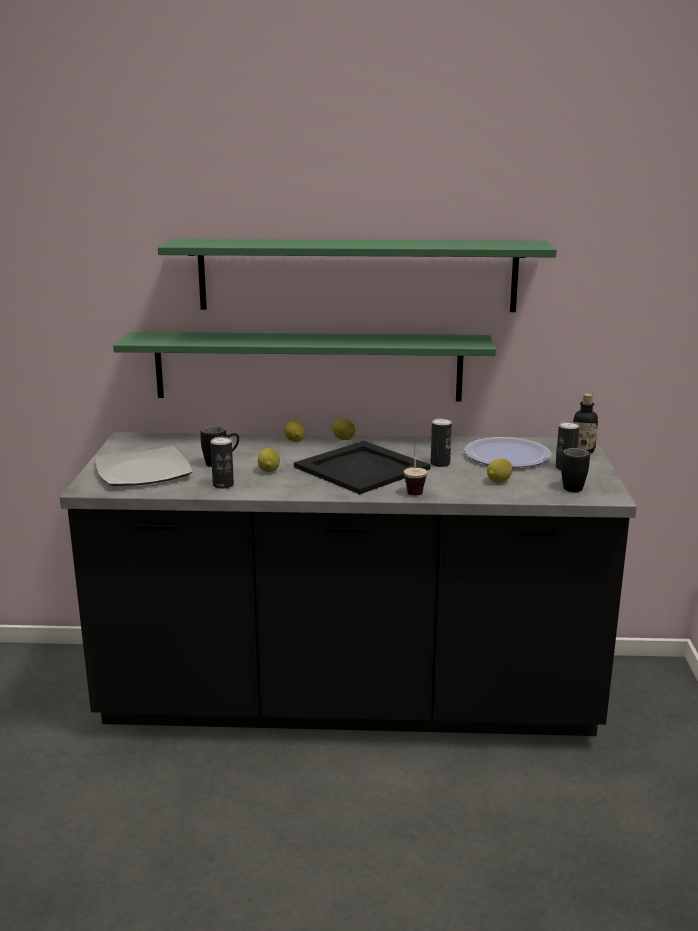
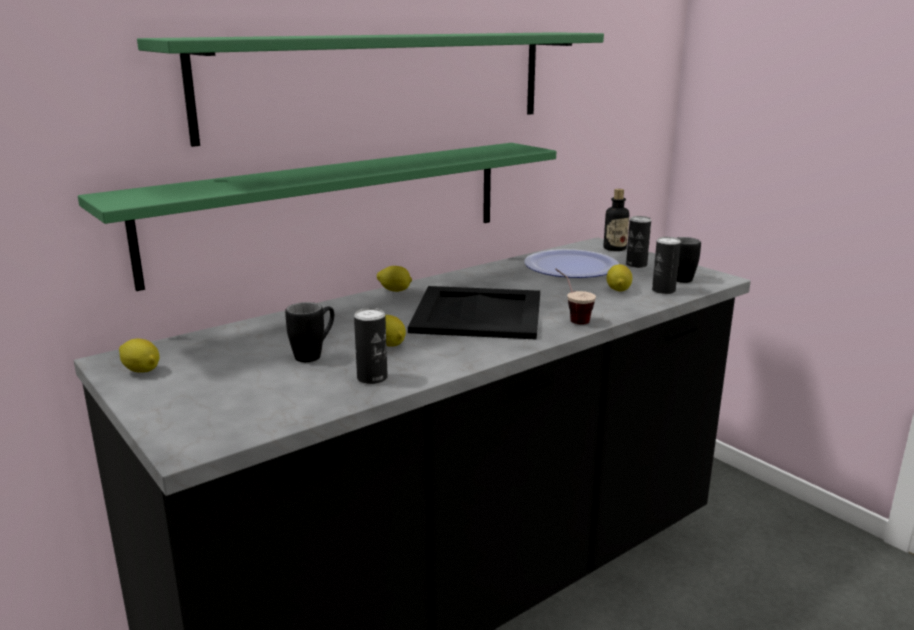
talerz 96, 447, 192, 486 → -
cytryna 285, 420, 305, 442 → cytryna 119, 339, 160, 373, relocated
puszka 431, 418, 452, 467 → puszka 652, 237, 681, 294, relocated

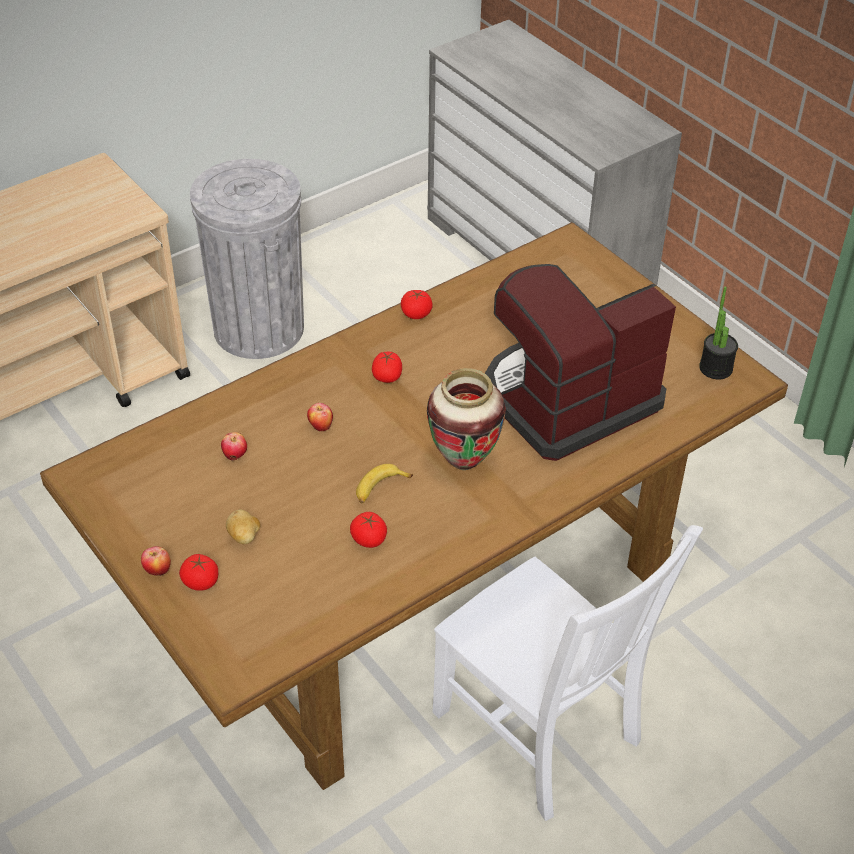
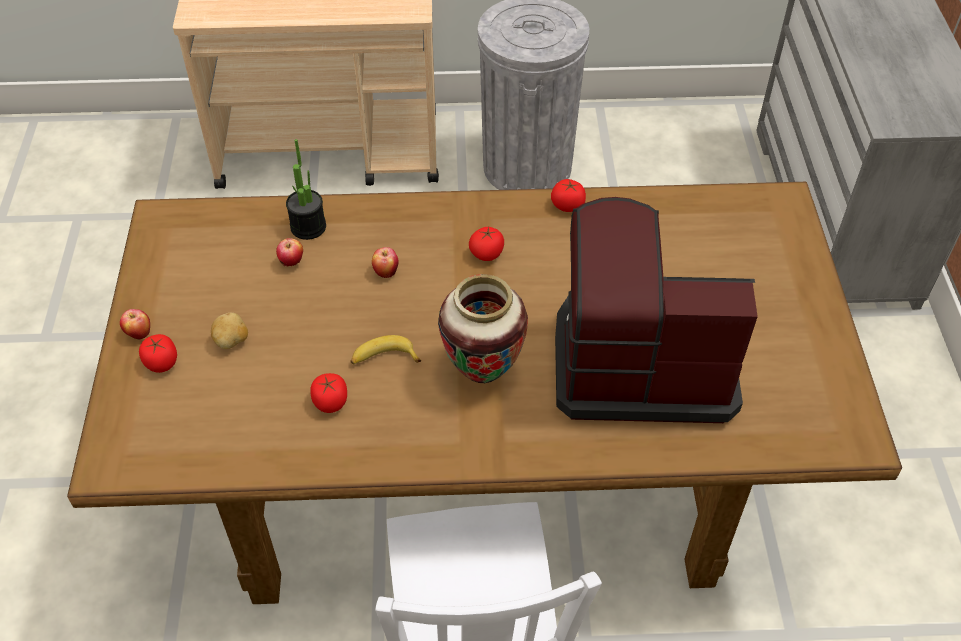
roślina doniczkowa 699, 287, 738, 379 → roślina doniczkowa 286, 139, 326, 240, relocated

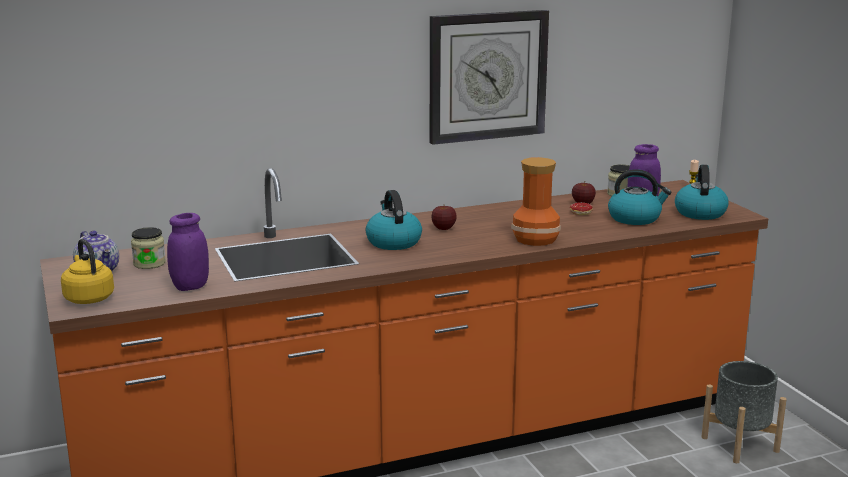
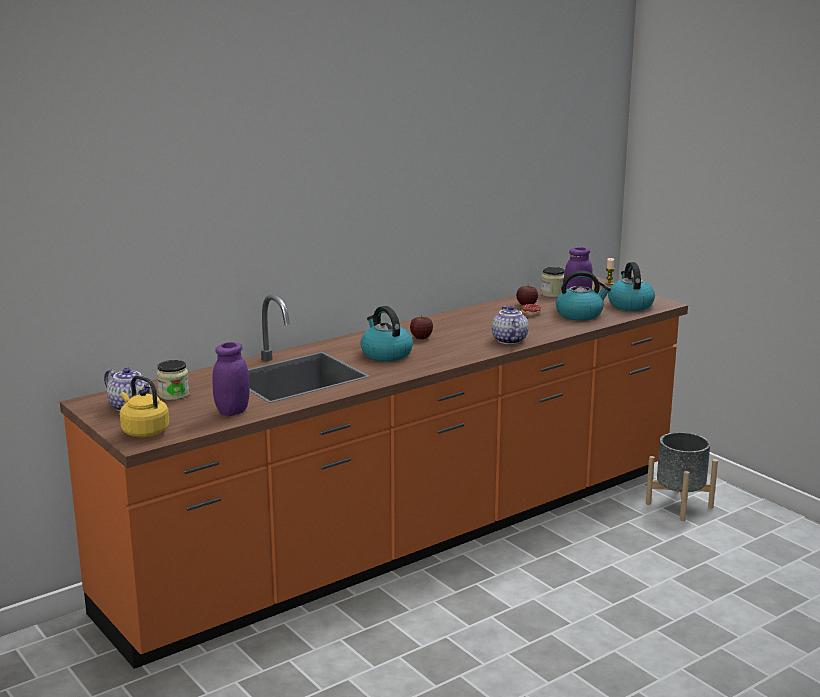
zegar ścienny 430, 10, 549, 145 → -
wazon 511, 157, 561, 246 → imbryk 492, 306, 529, 344

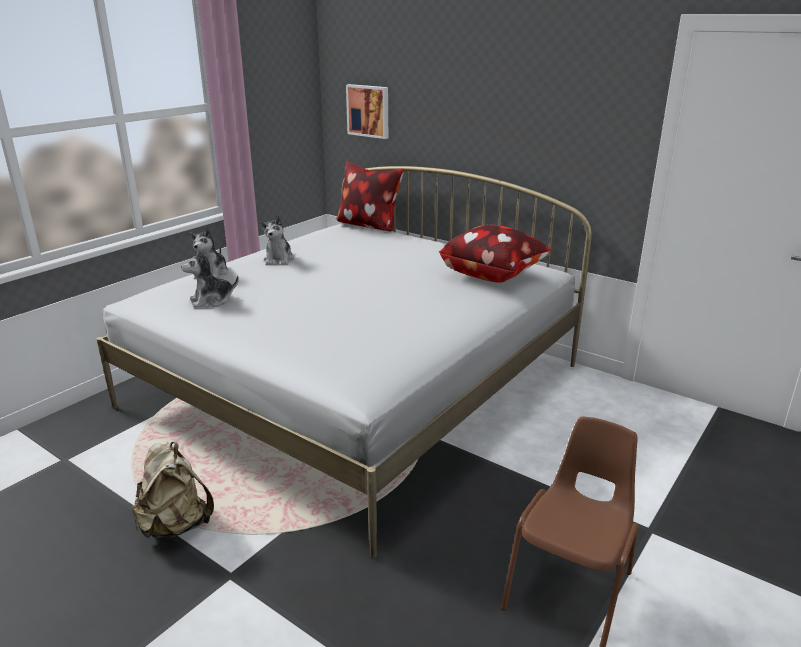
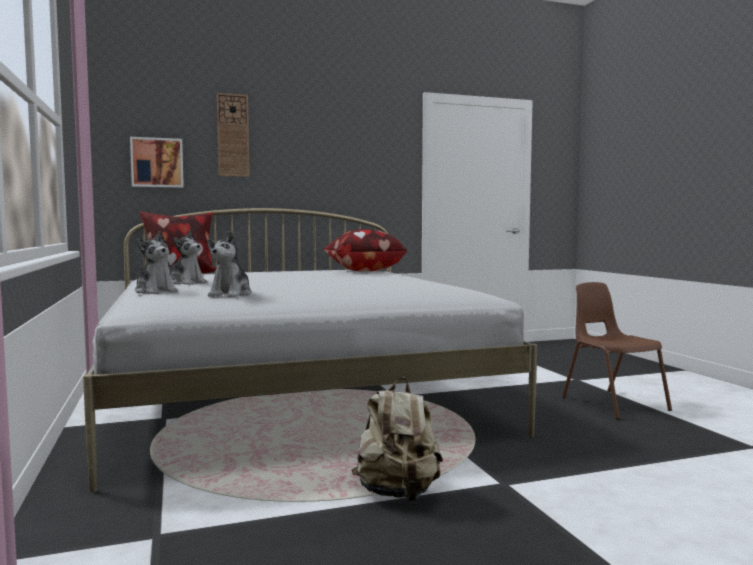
- → zegar ścienny 217, 93, 250, 177

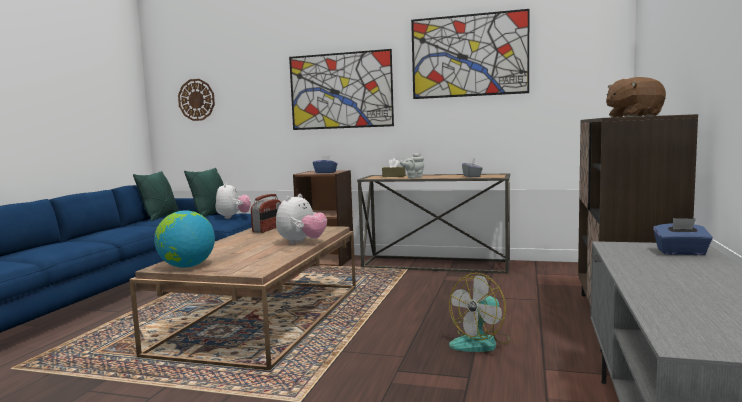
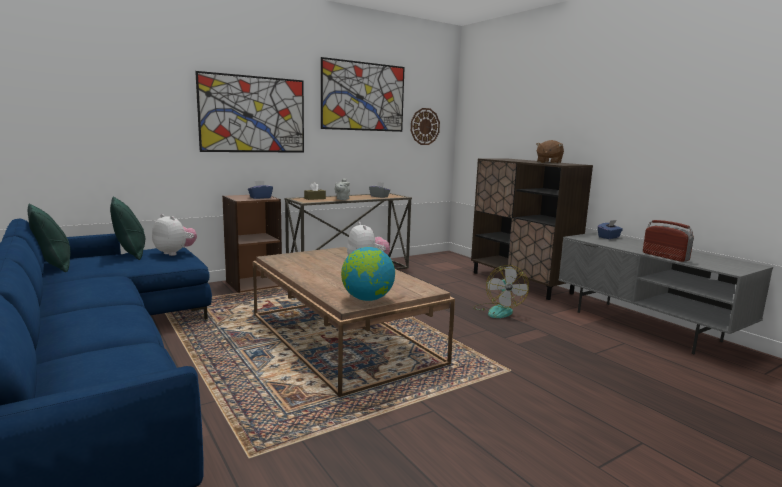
zegar ścienny 178, 79, 215, 121 → zegar ścienny 411, 108, 440, 145, relocated
radio 251, 194, 281, 233 → radio 643, 220, 694, 262, relocated

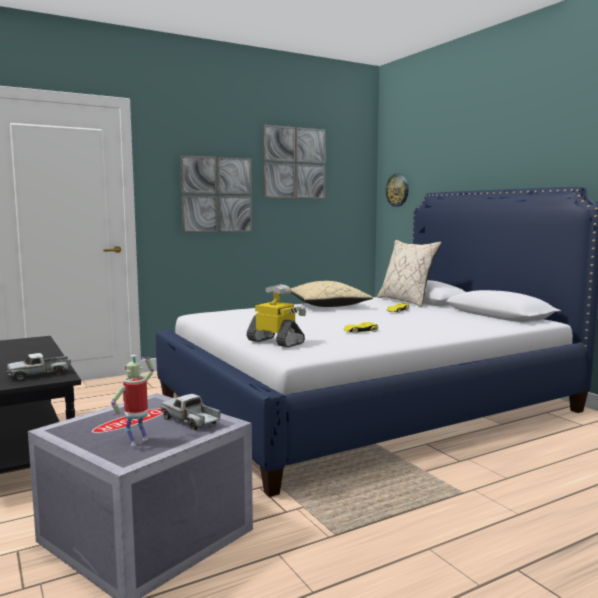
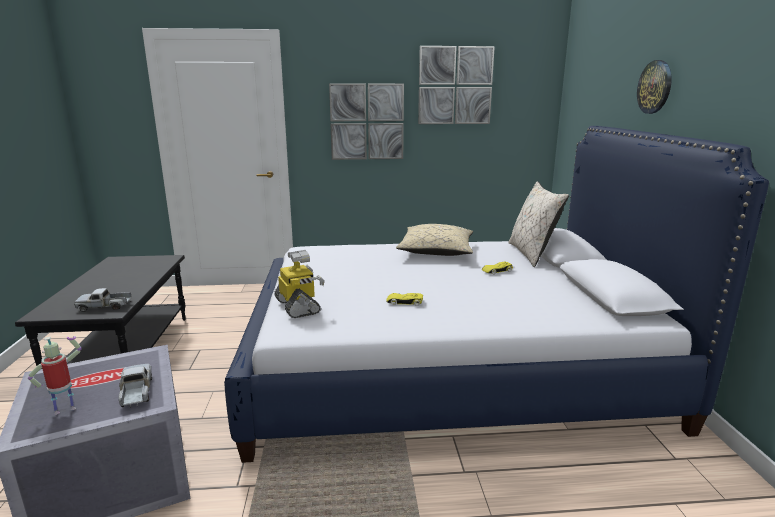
zegar ścienny 386, 174, 409, 207 → zegar ścienny 637, 60, 671, 114, relocated

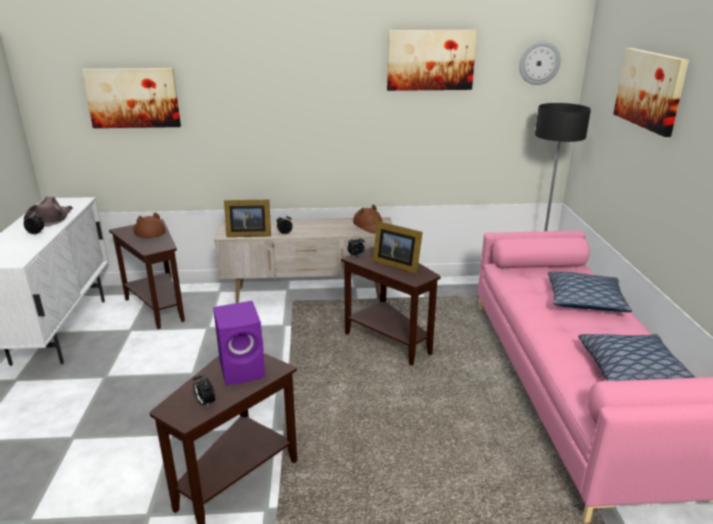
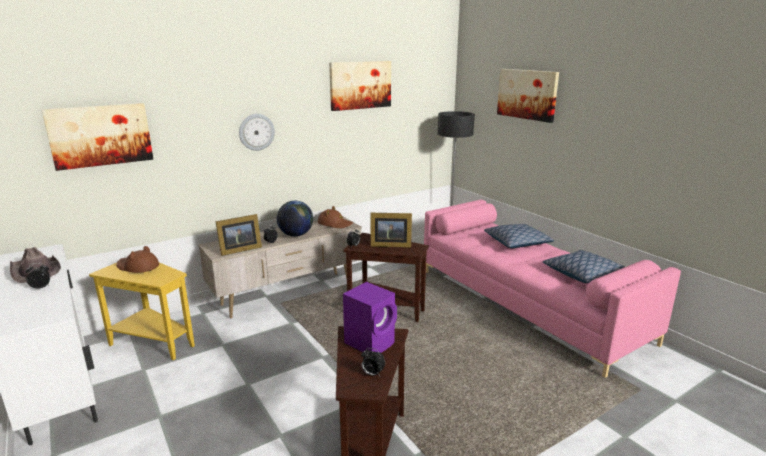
stolik (brązowy) 109, 219, 185, 329 → stolik (żółty) 89, 263, 195, 360
zegar ścienny 519, 41, 561, 85 → zegar ścienny 239, 114, 275, 151, relocated
- → globus 277, 201, 313, 237

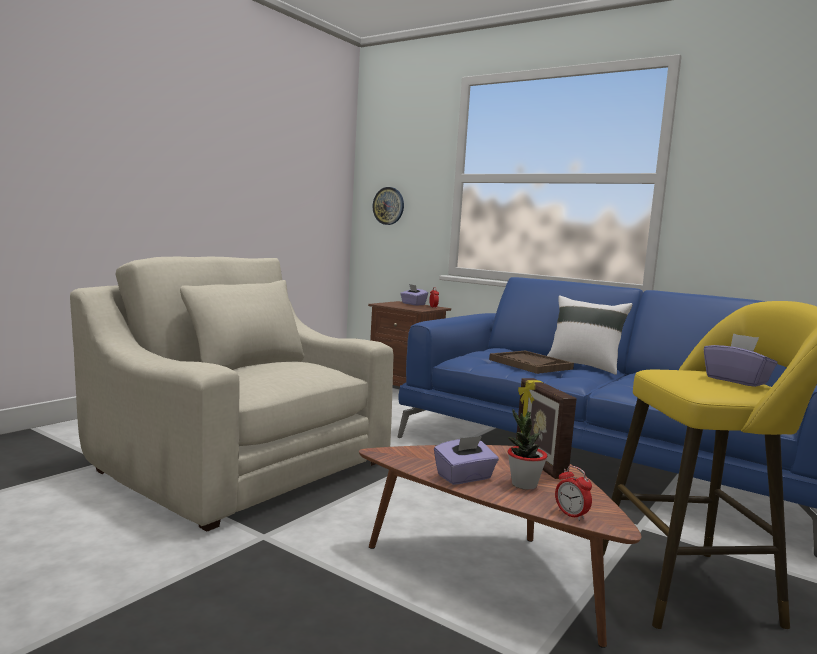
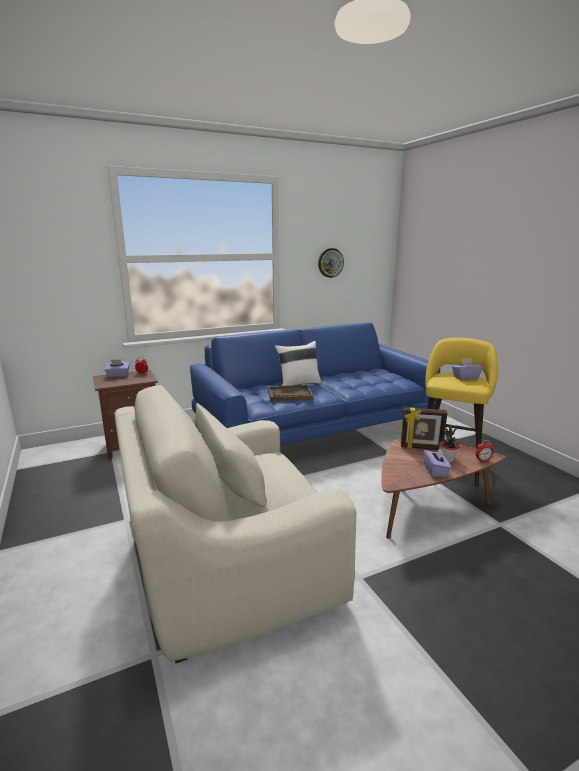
zegar ścienny 373, 187, 404, 225 → zegar ścienny 318, 248, 344, 278, relocated

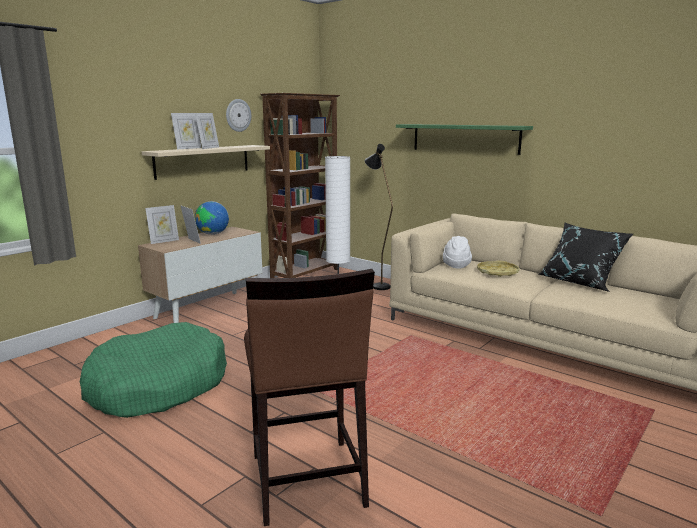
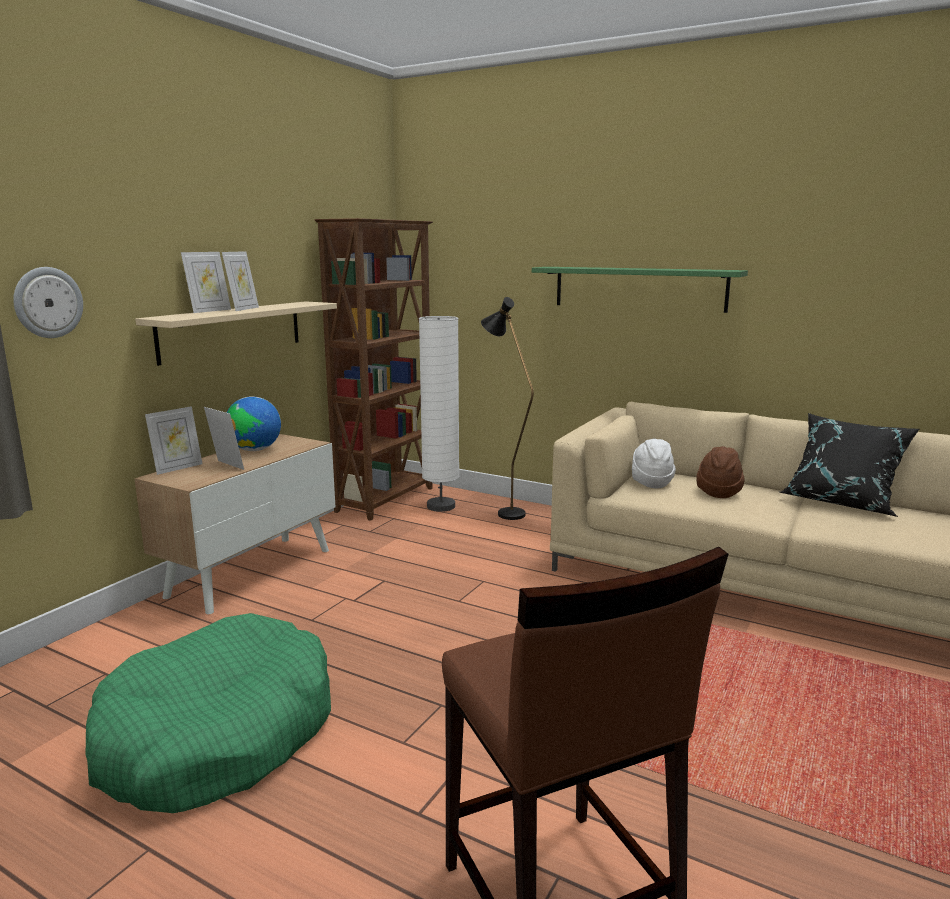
zegar ścienny 226, 99, 251, 132 → zegar ścienny 13, 267, 83, 338, relocated
taca (żółty) 477, 261, 519, 277 → kapelusz (brązowy) 697, 446, 745, 498

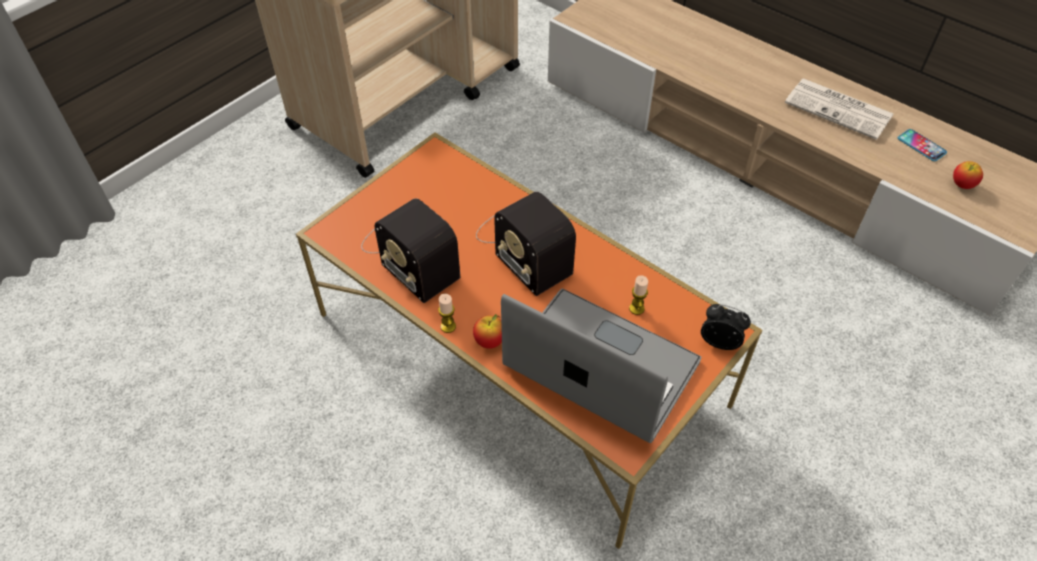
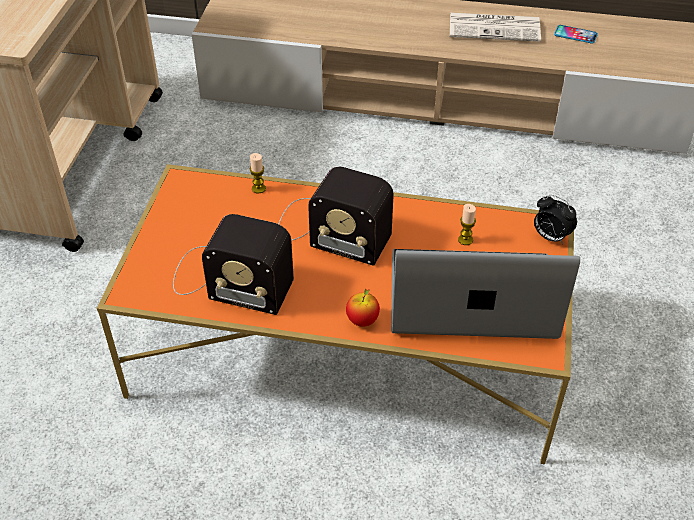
świeca 438, 294, 456, 333 → świeca 250, 153, 266, 194, relocated
budzik 701, 304, 751, 350 → budzik 534, 195, 577, 244, 135 degrees counterclockwise
jabłko 953, 161, 983, 189 → -

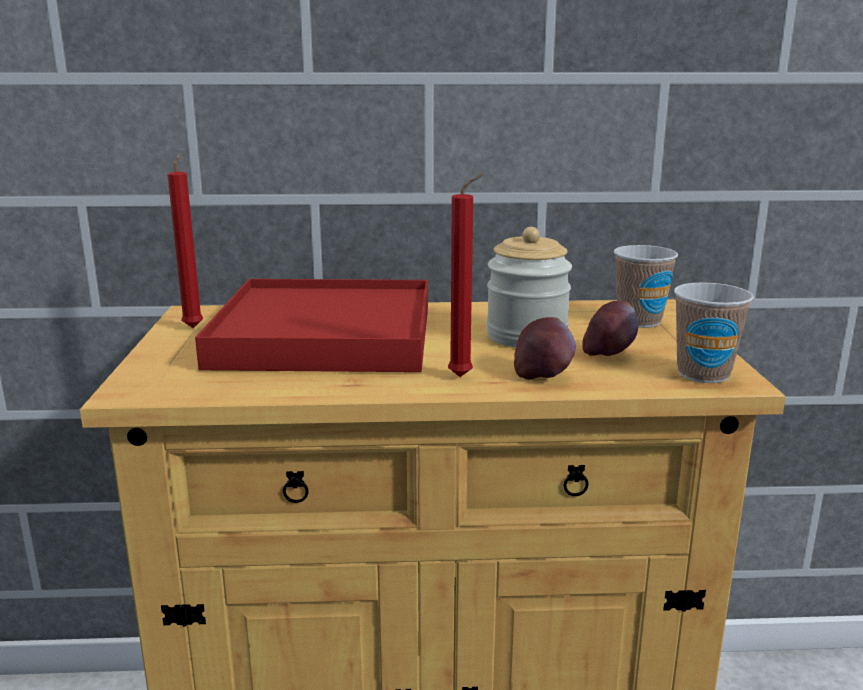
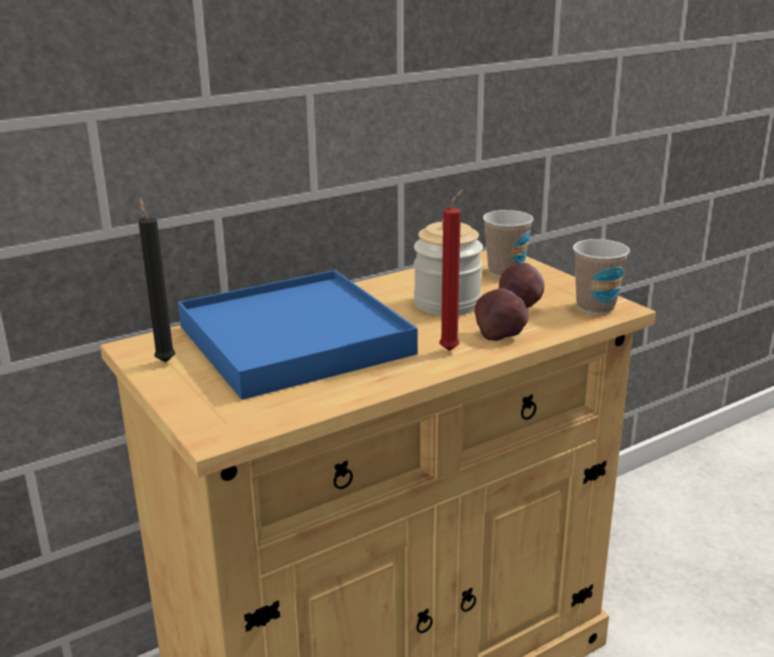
świeca (czerwony) 167, 152, 203, 328 → świeca (czarny) 139, 198, 175, 362
taca (czerwony) 195, 279, 428, 372 → taca (niebieski) 178, 270, 418, 400

